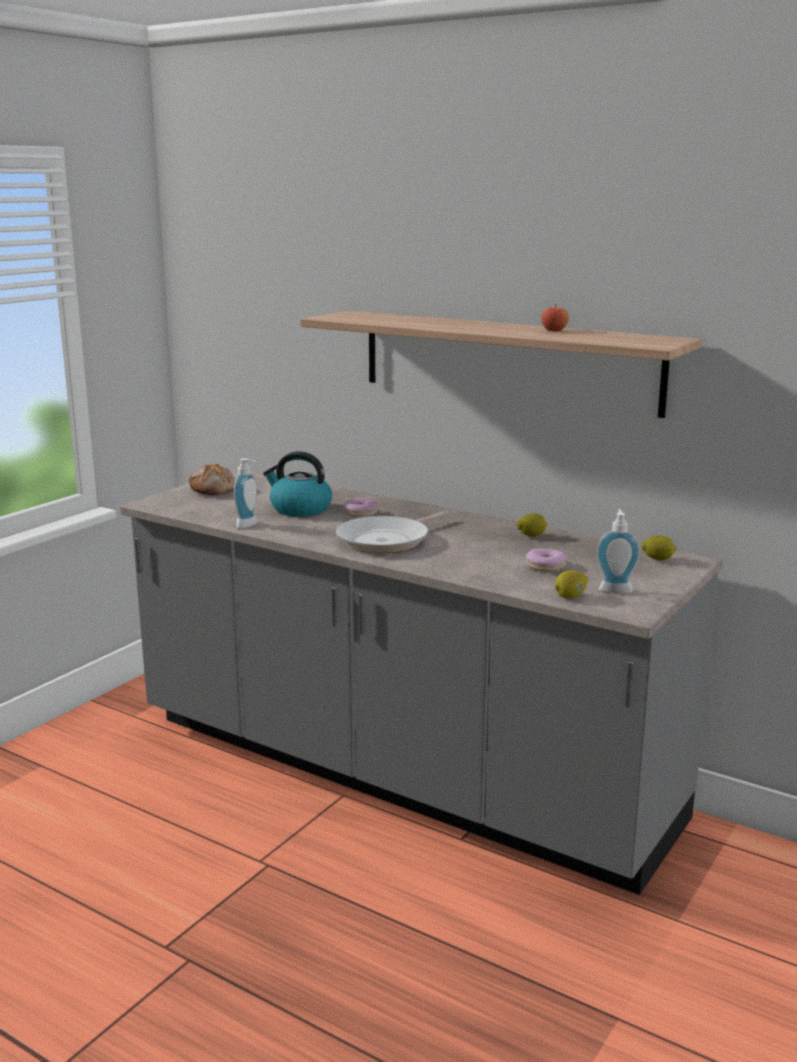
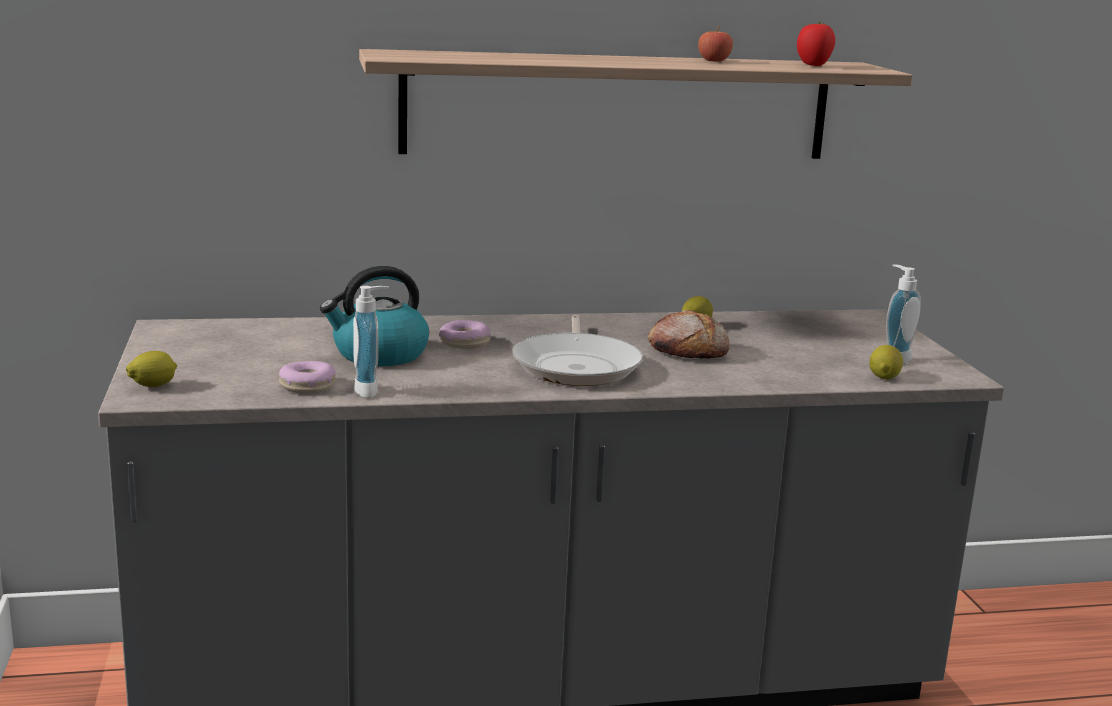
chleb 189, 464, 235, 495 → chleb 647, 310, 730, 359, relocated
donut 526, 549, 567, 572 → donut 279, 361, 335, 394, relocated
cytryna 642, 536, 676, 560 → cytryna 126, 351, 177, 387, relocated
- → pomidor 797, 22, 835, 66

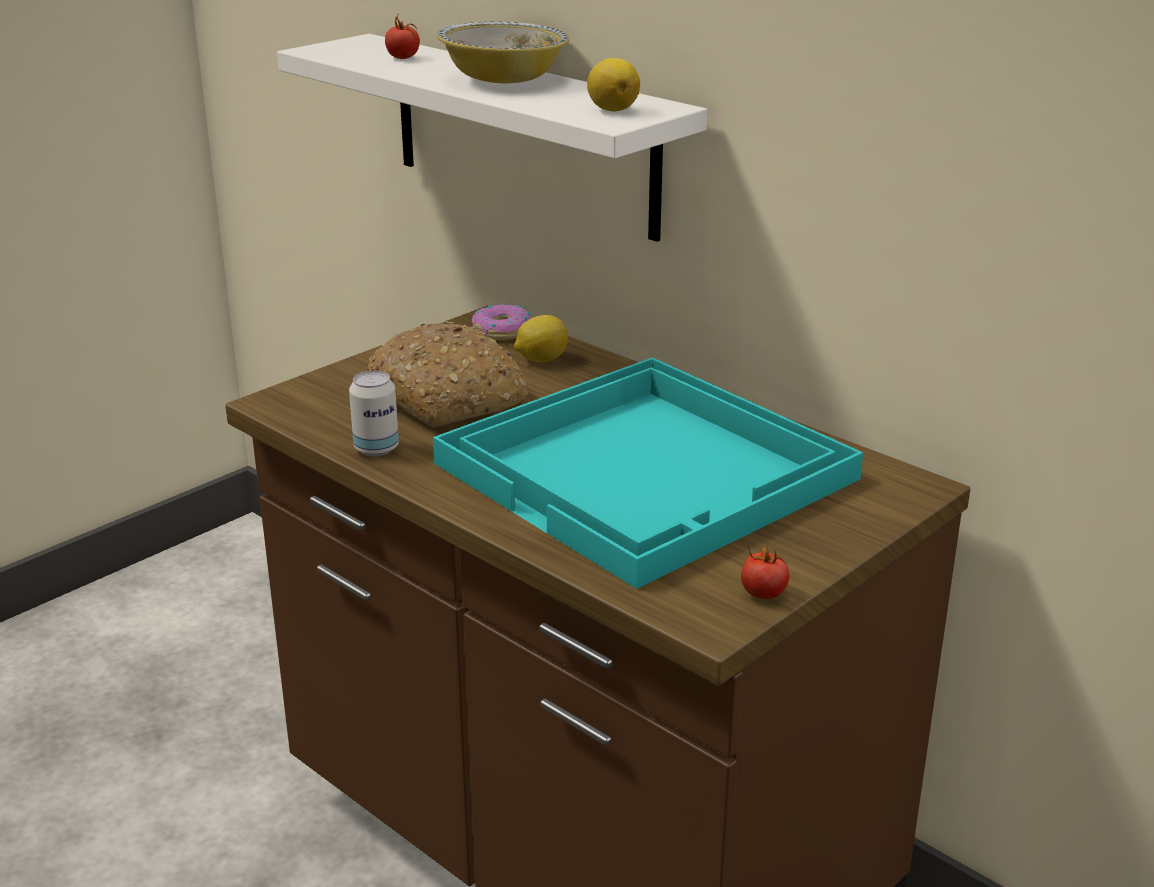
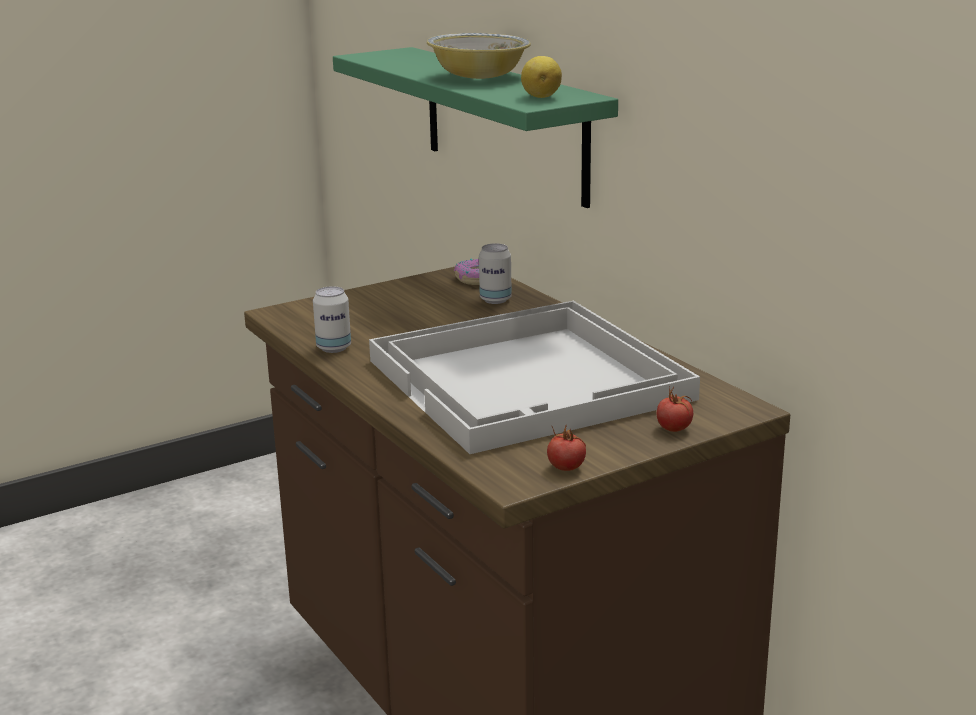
półka (biały) 277, 34, 707, 242 → półka (zielony) 333, 47, 618, 208
chleb 367, 321, 528, 427 → -
pomidor 385, 12, 420, 59 → pomidor 657, 386, 693, 432, relocated
taca (turkusowy) 433, 357, 863, 589 → taca (biały) 369, 301, 700, 454
cytryna 514, 315, 568, 362 → puszka 479, 243, 512, 304

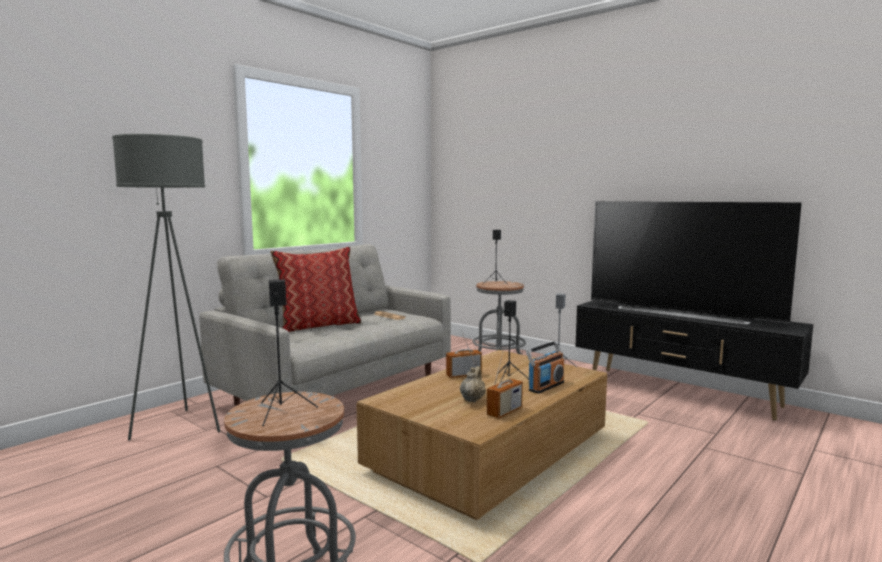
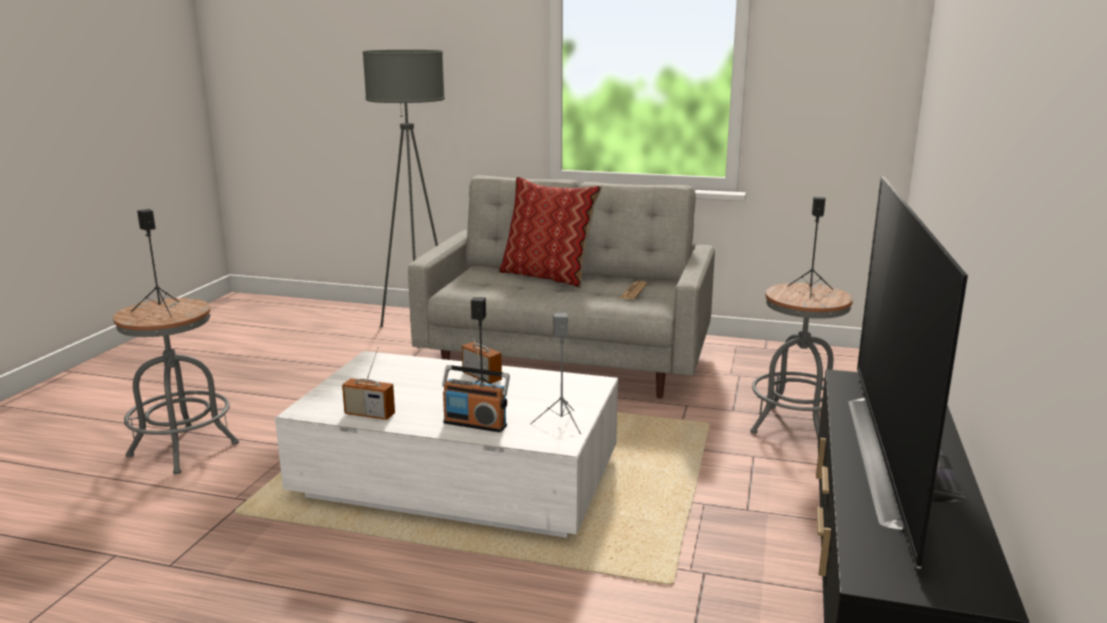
ława (brązowy) 356, 350, 607, 520 → ława (biały) 275, 351, 618, 538
imbryk (beżowy) 460, 366, 486, 402 → -

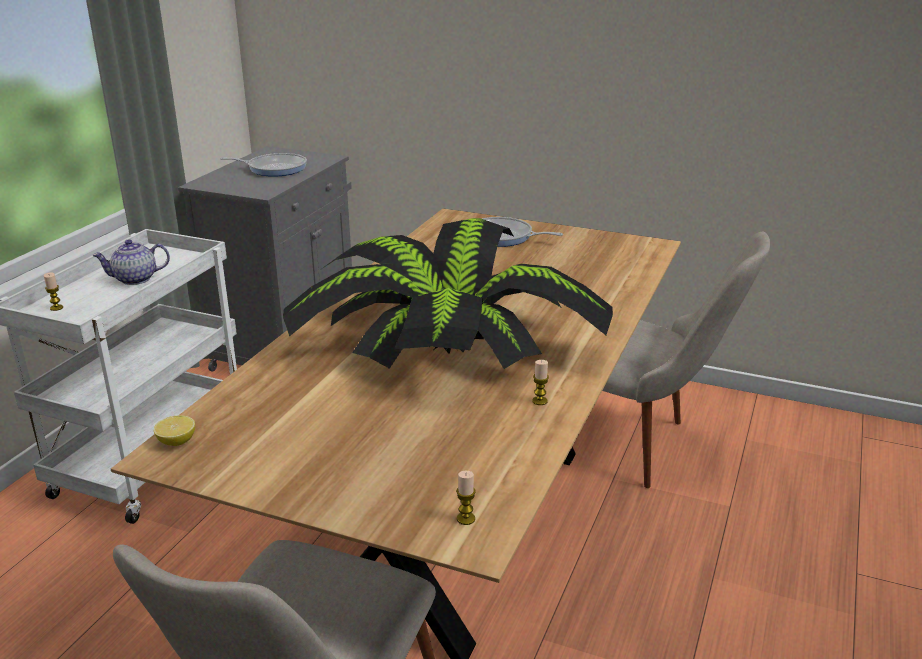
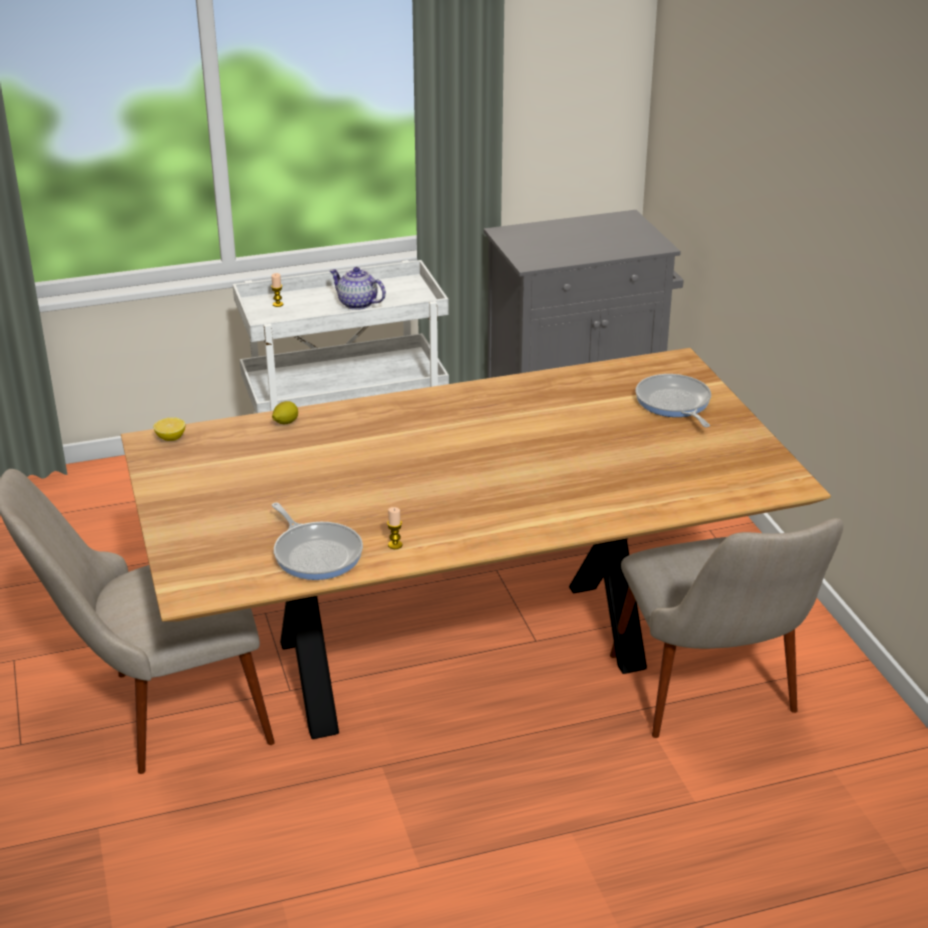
patelnia 220, 153, 307, 177 → patelnia 272, 503, 363, 580, relocated
roślina doniczkowa 283, 218, 613, 369 → -
świeca 456, 471, 476, 525 → -
- → cytryna 272, 401, 298, 424

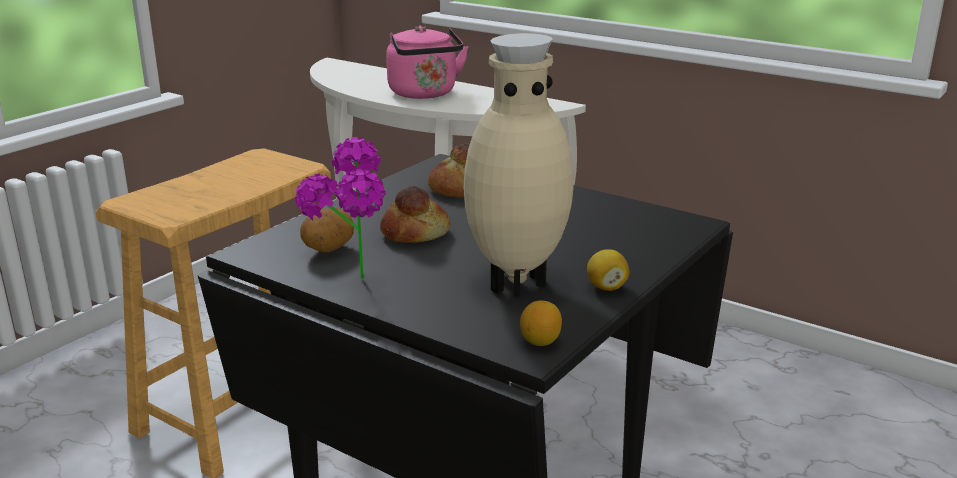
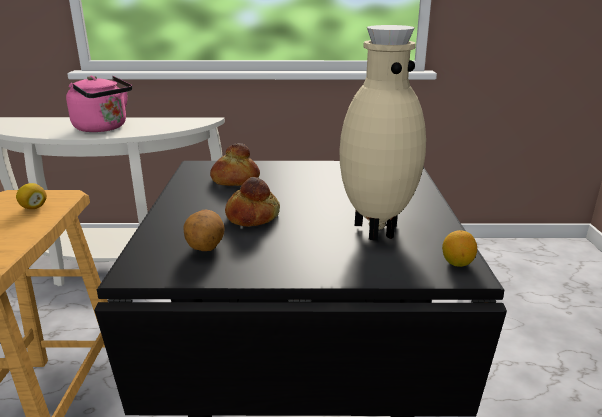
roślina doniczkowa 295, 137, 386, 279 → -
cytryna 587, 249, 629, 291 → cytryna 16, 183, 47, 209, relocated

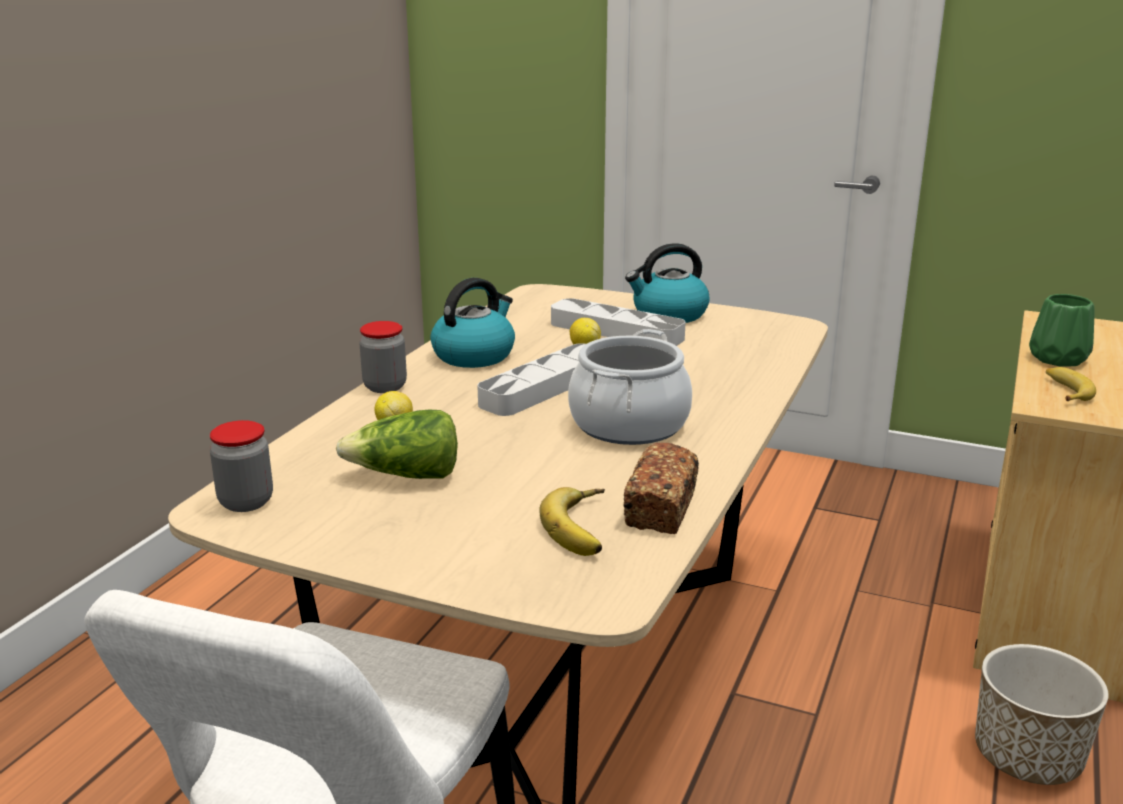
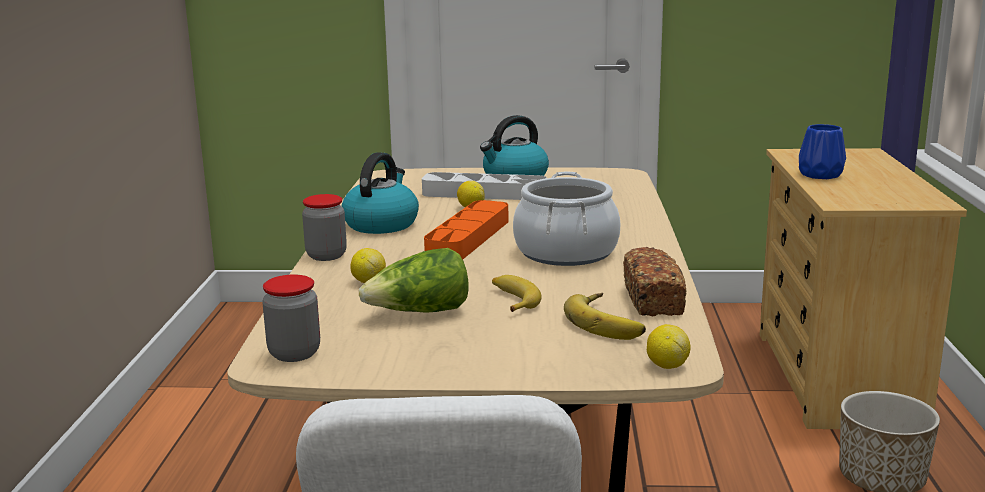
taca (szary) 477, 343, 586, 416 → taca (pomarańczowy) 424, 200, 509, 259
wazon (zielony) 1029, 294, 1094, 367 → wazon (niebieski) 799, 124, 846, 179
banan 1046, 367, 1096, 401 → banan 492, 275, 542, 312, relocated
- → cytryna 647, 324, 691, 369

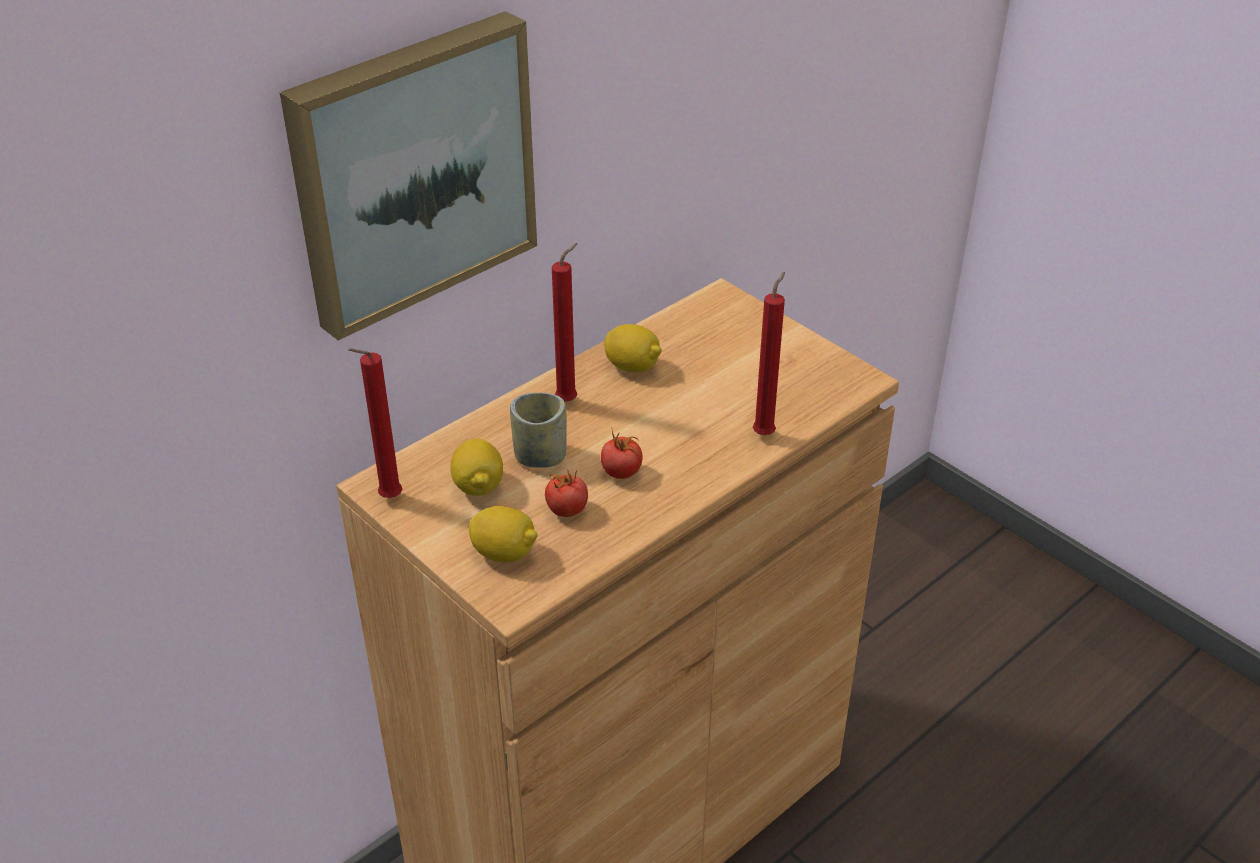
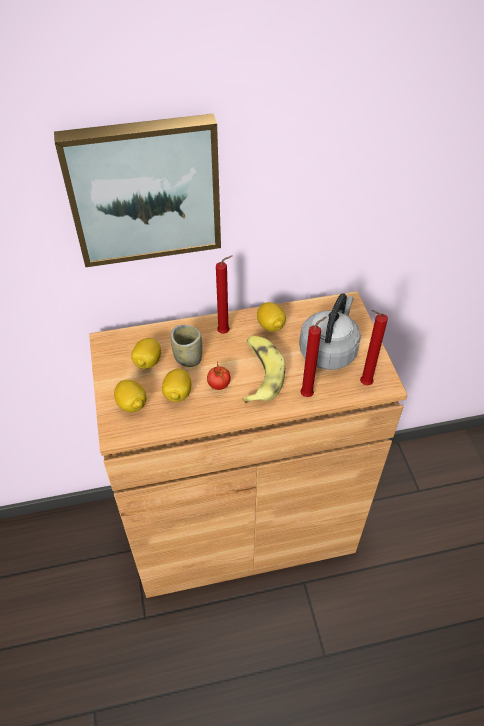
świeca (czerwony) 348, 348, 402, 498 → świeca (czerwony) 360, 310, 388, 385, relocated
pomidor 545, 471, 588, 517 → cytryna 162, 369, 191, 402
- → banan 242, 336, 285, 404
- → czajnik (szary) 299, 293, 361, 370

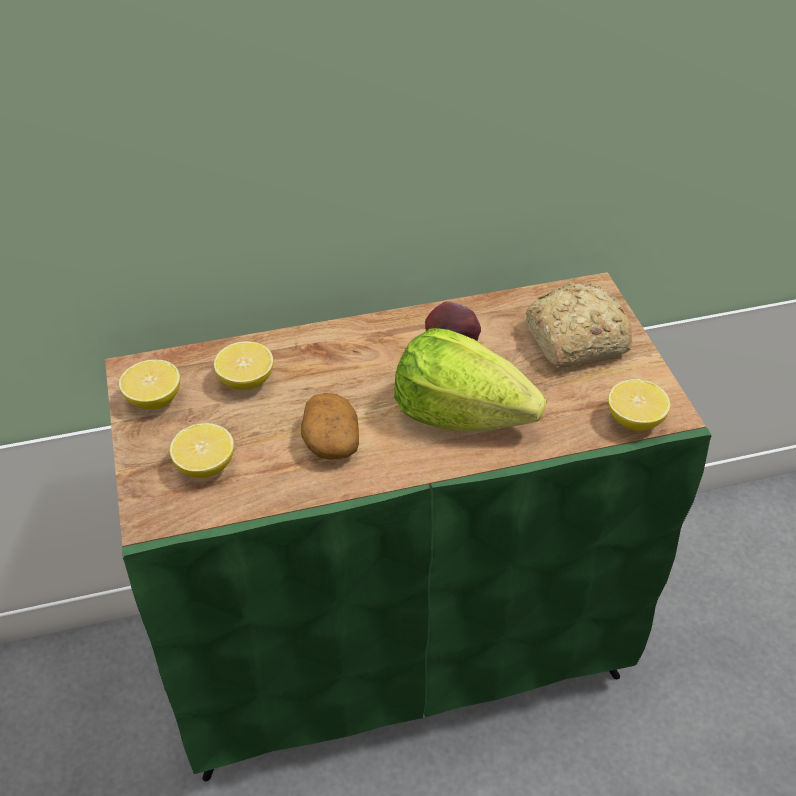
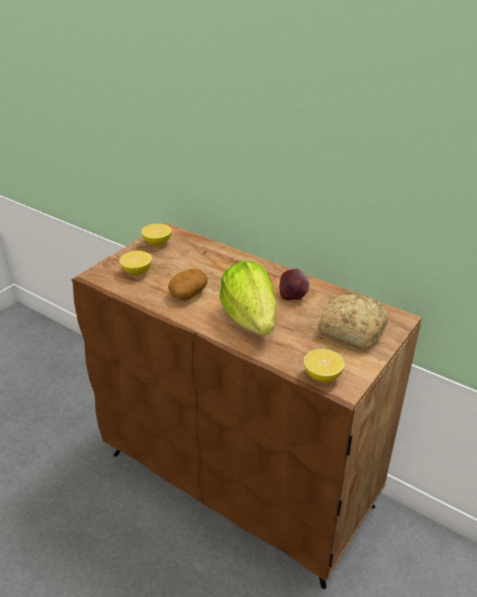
szafka (zielony) 105, 272, 712, 782 → szafka (brązowy) 71, 223, 422, 589
cytryna 214, 341, 274, 390 → -

